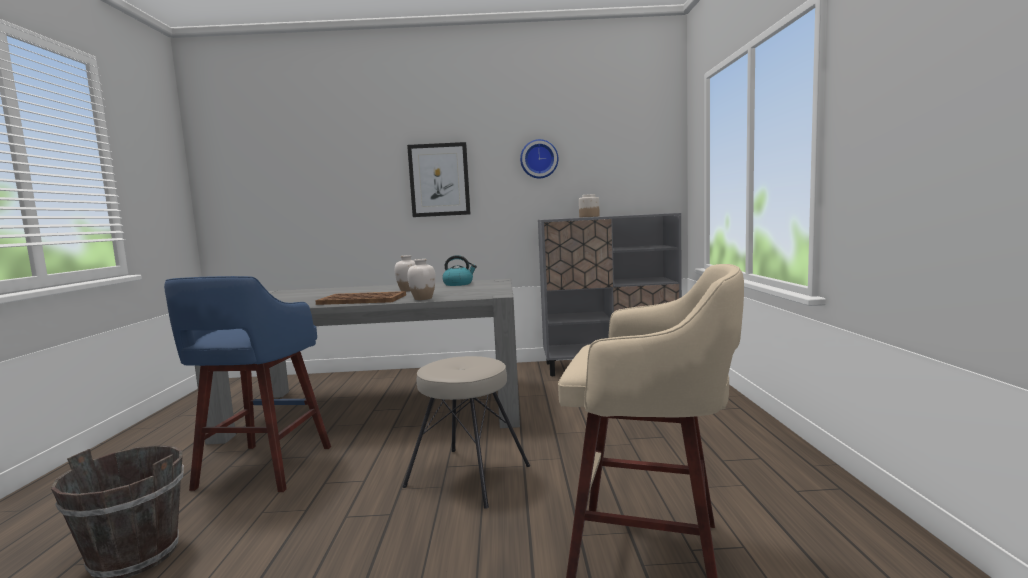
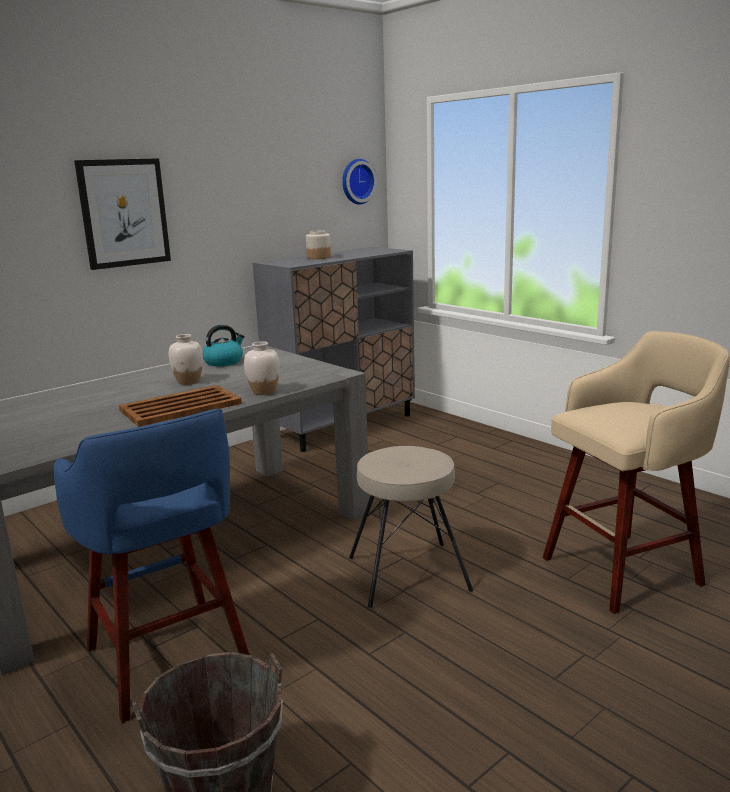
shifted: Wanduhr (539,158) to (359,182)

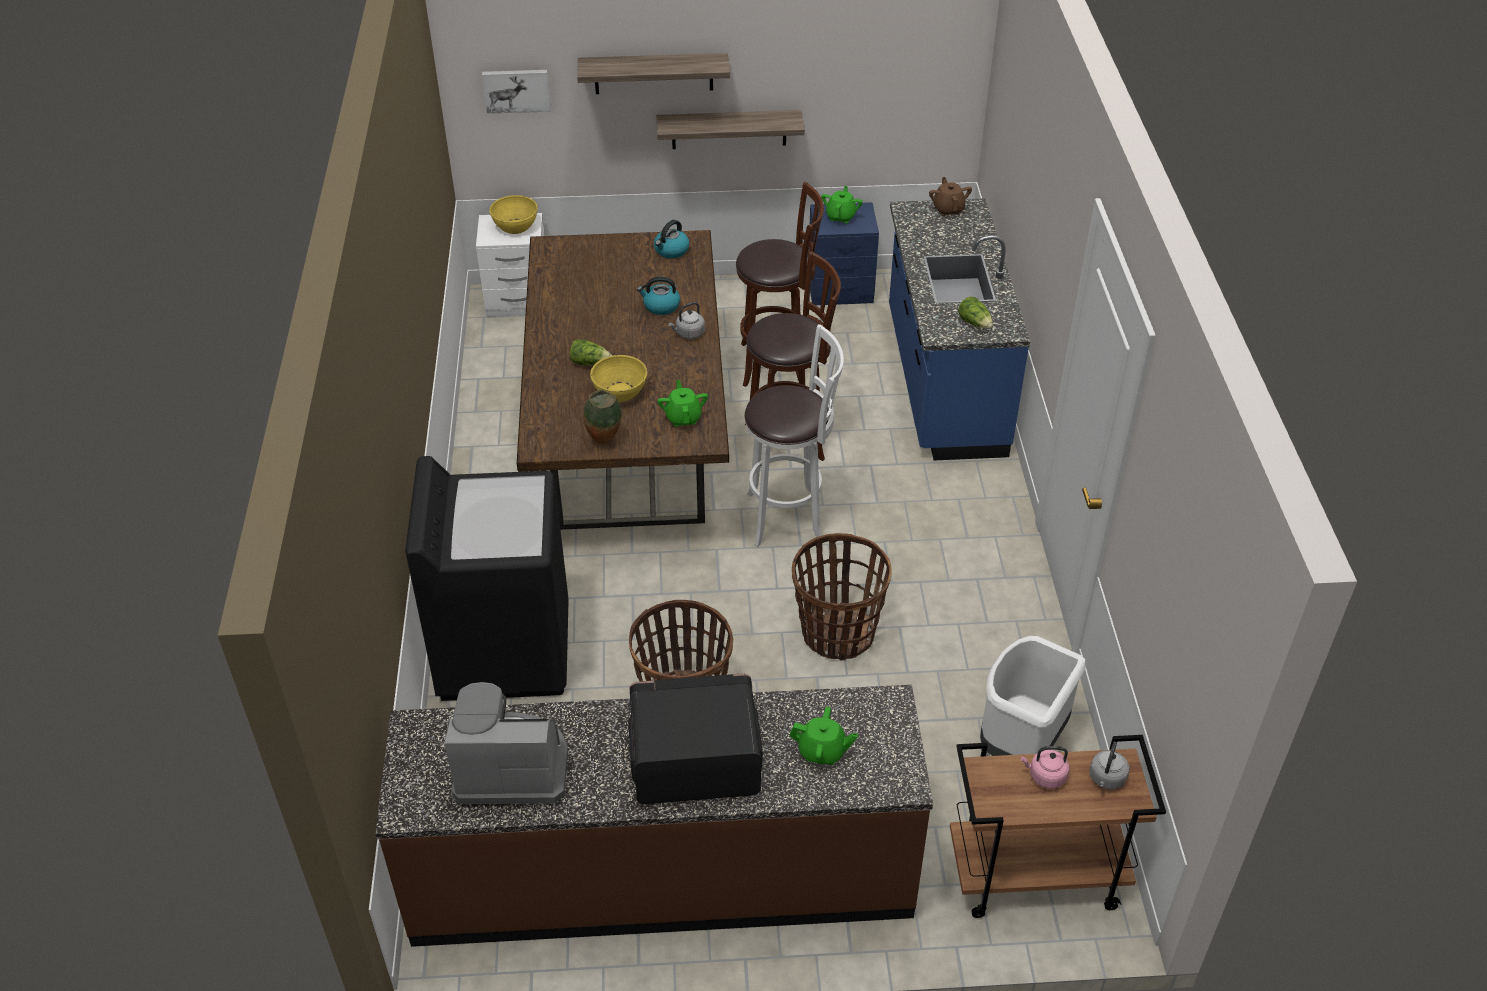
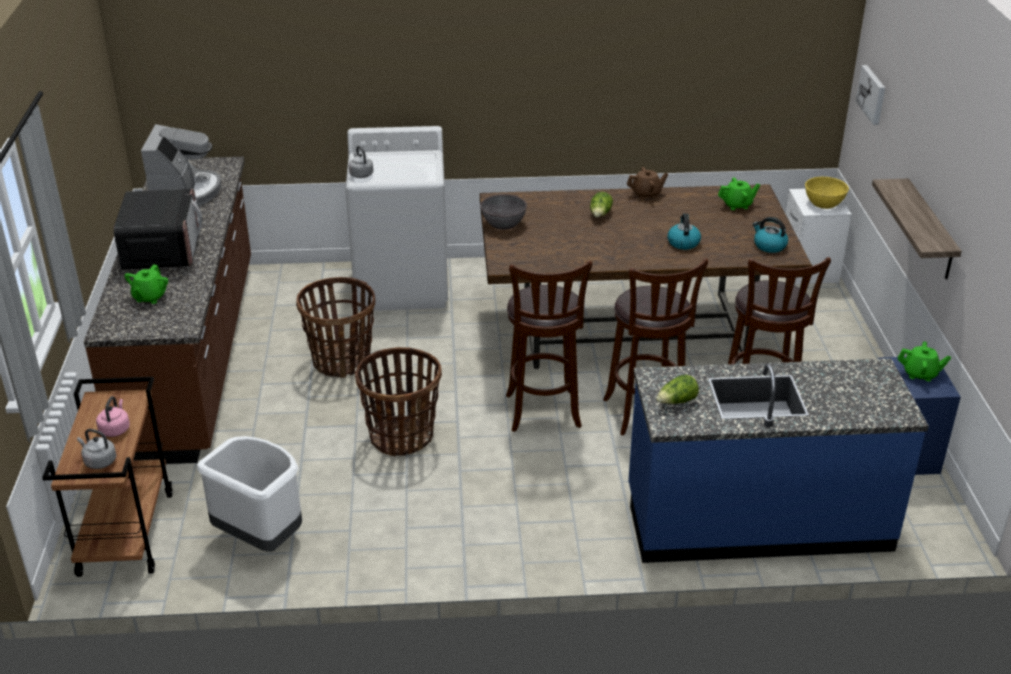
gone: Wandregal (653,73); Schüssel (gelb) (618,378)
shifted: Teekanne (grün) (682,403) to (739,193); Wasserkessel (grau) (686,320) to (361,162); Teekanne (braun) (950,196) to (647,183)
swapped: Vase (602,417) to Schüssel (grau) (503,212)
repainted: Waschmaschine (schwarz) (487,578) to Waschmaschine (weiß) (396,218); Hocker (weiß) (794,435) to Hocker (braun) (549,346)

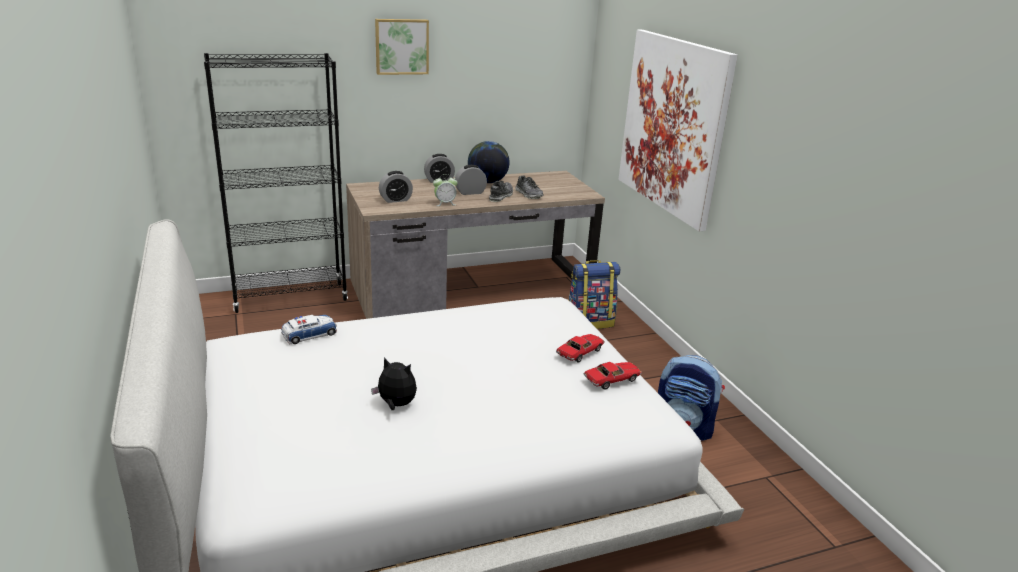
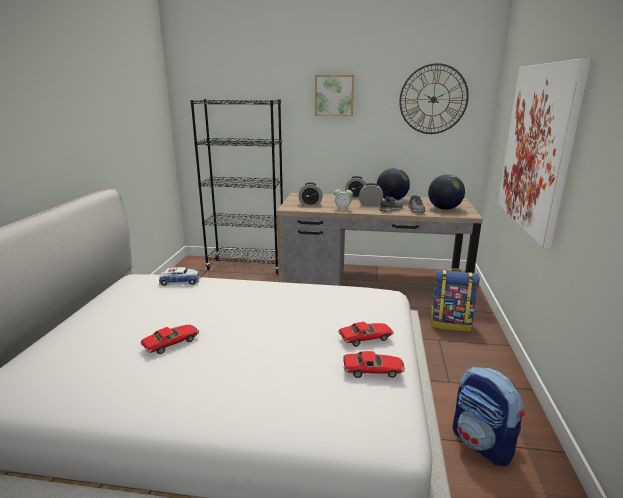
new: Wanduhr (434,98); Globus (446,192)
swapped: Plüschtier (394,383) to Spielzeugauto (169,339)

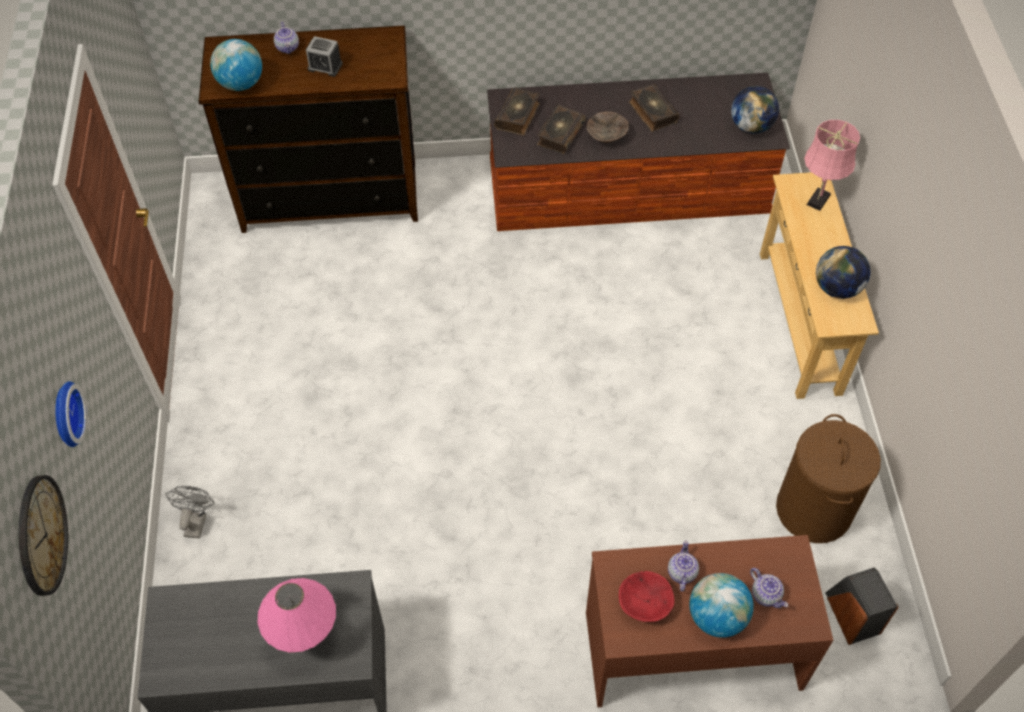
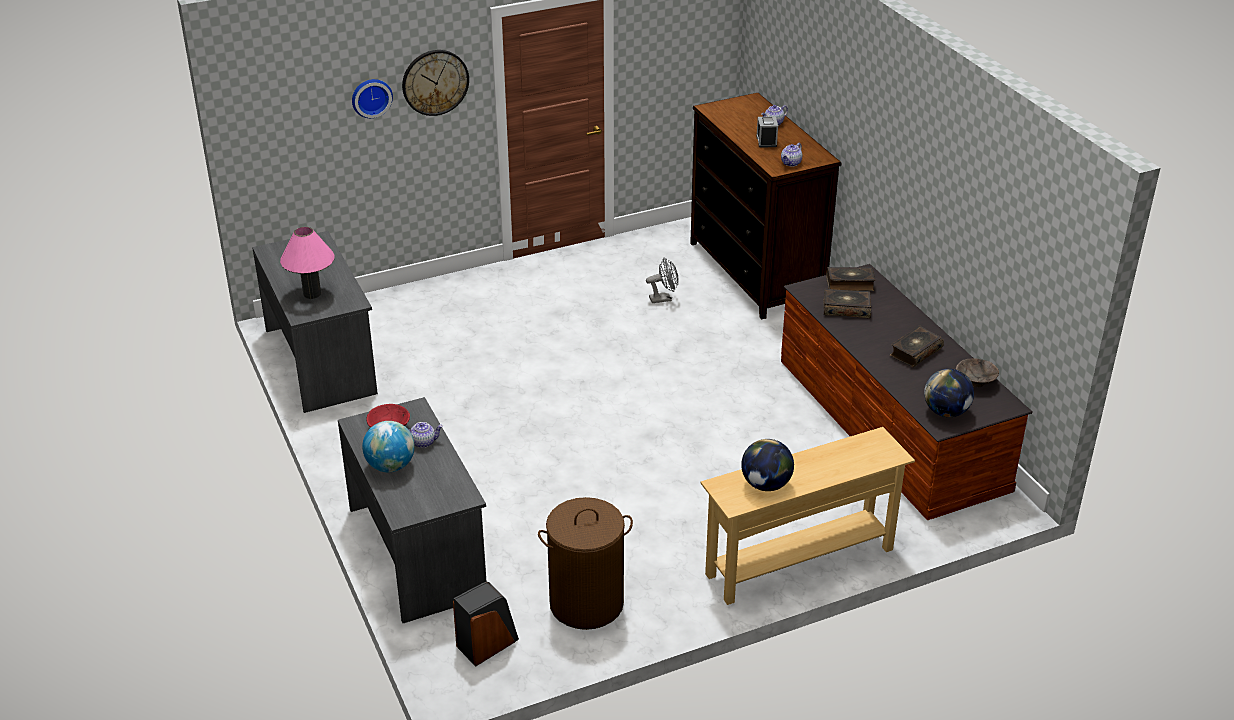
gone: Globus (236,65); Tischlampe (rosa) (832,165)
shifted: Wanduhr (43,535) to (435,83); Ventilator (grau) (190,512) to (662,280); Schüssel (braun) (607,127) to (977,372); Teekanne (769,588) to (791,155)
repainted: Schreibtisch (braun) (709,621) to Schreibtisch (grau) (412,510)

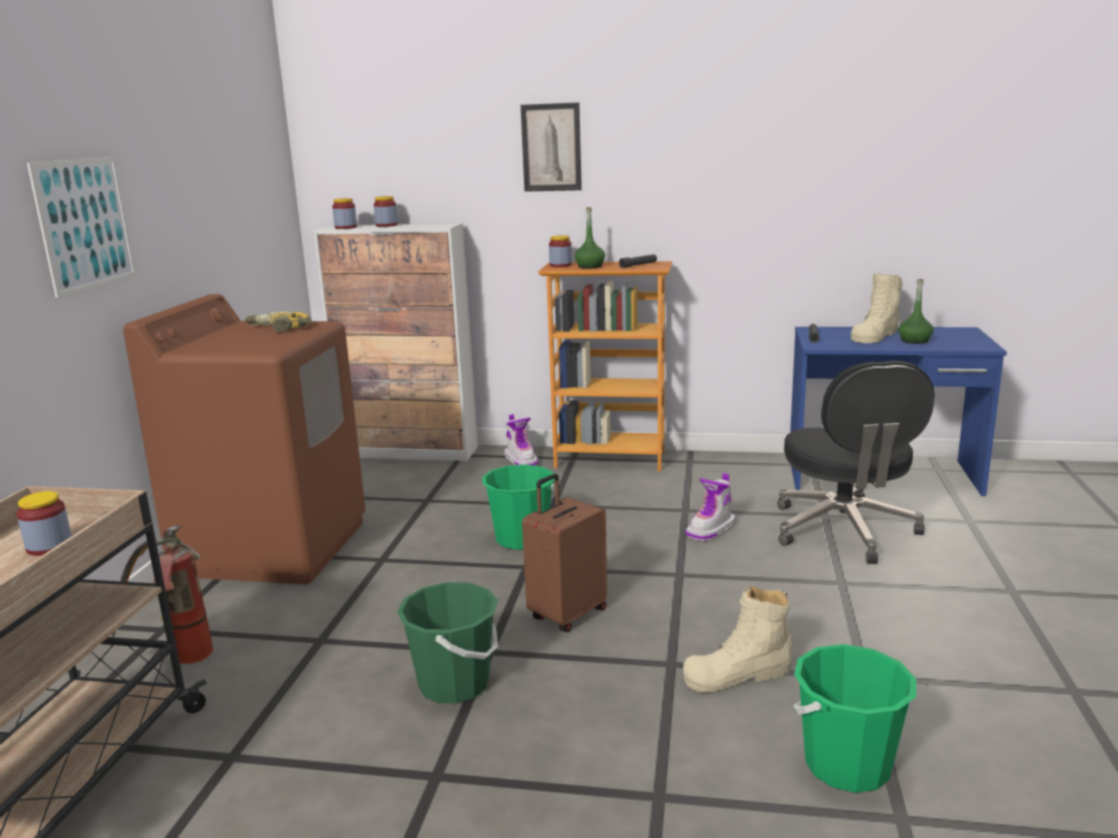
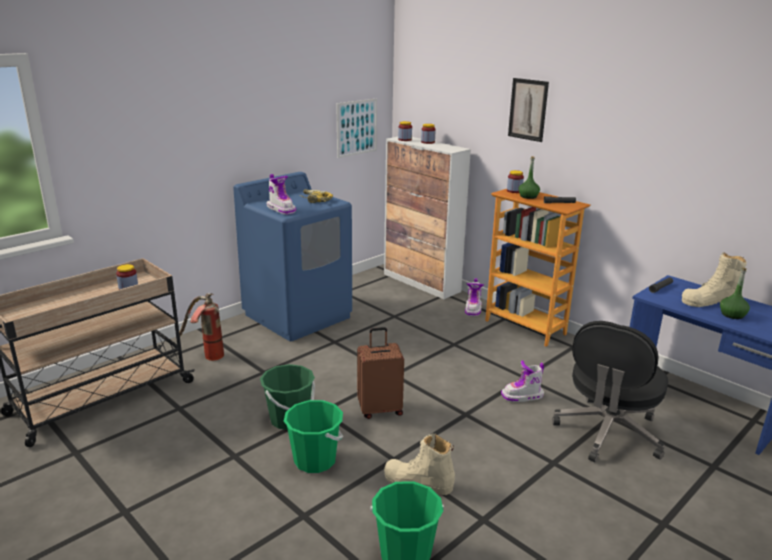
new: Stiefel (281,194)
shifted: Bild (82,227) to (356,128); Eimer (grün) (518,507) to (313,436)
repainted: Waschmaschine (braun) (244,439) to Waschmaschine (blau) (292,256)

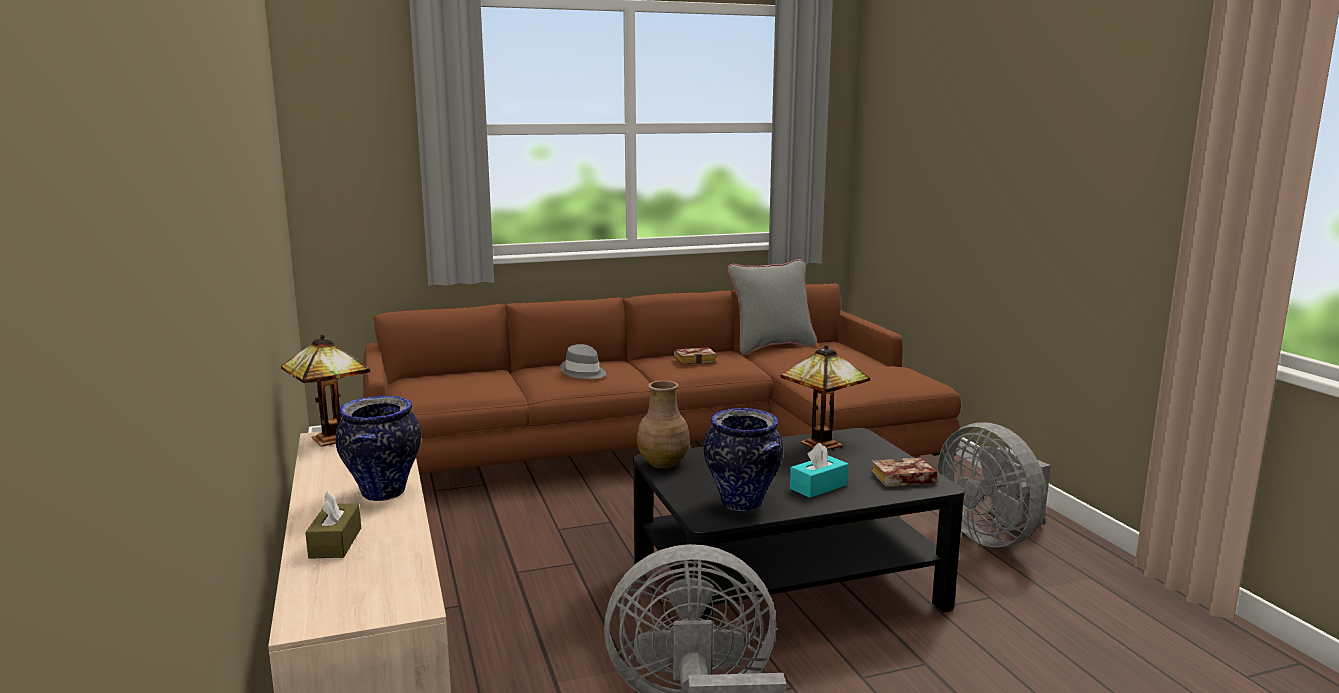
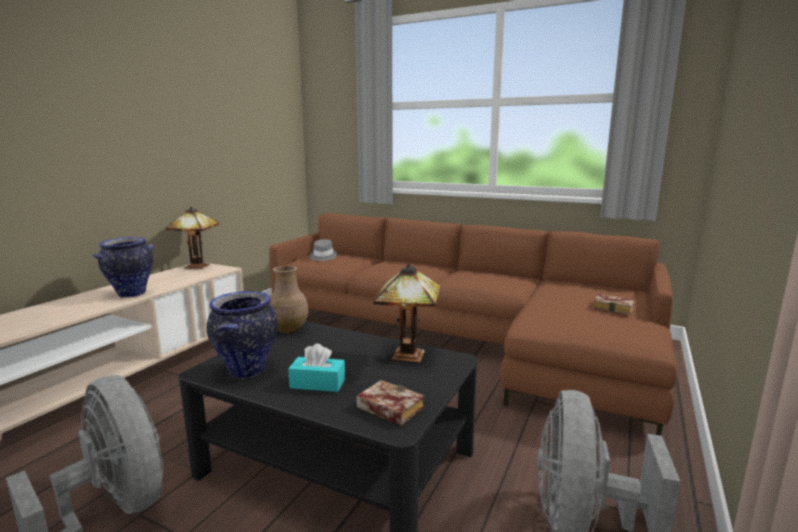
gone: Taschentuchbox (braun) (333,525); Kissen (grau) (772,307)
shifted: Hut (grau) (583,361) to (323,250); Buch (695,356) to (613,304)

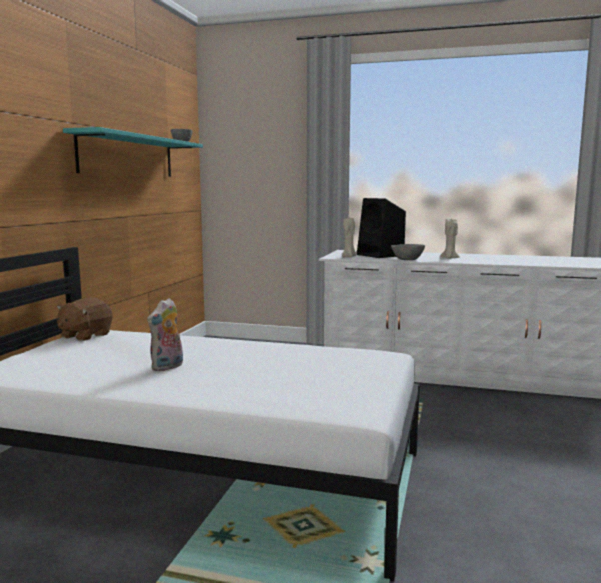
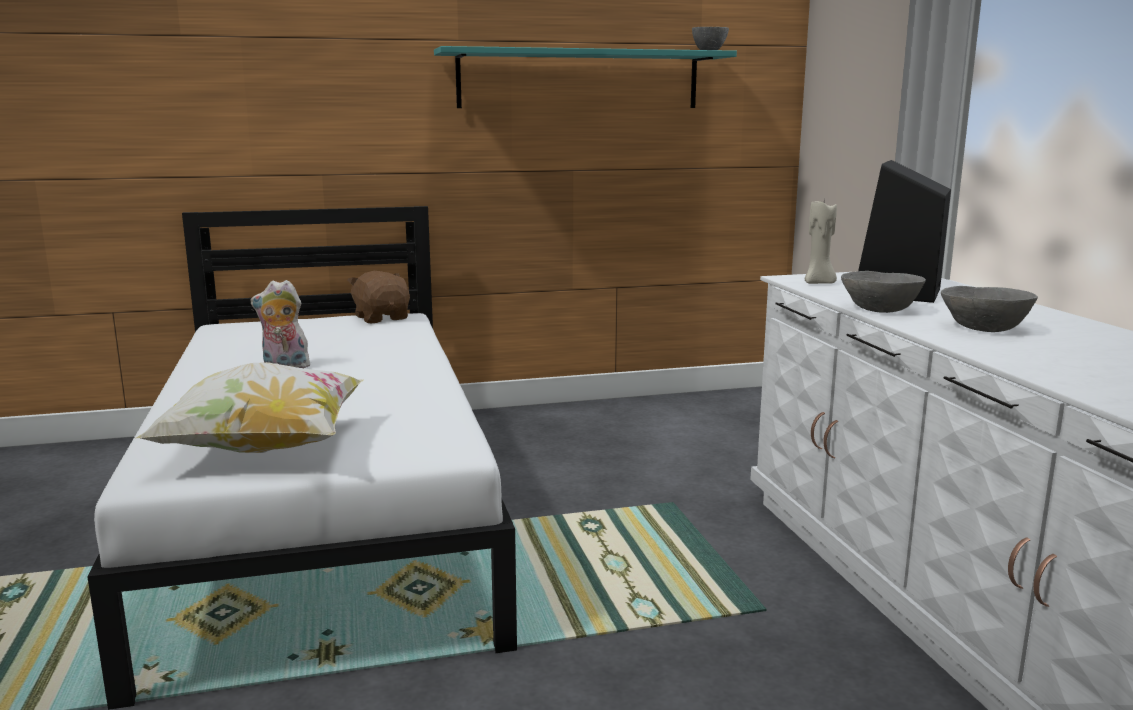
new: Kissen (249,407)
swapped: Kerze (beige) (450,238) to Schüssel (grau) (989,309)
rotated: Plüschtier (braun) (85,319) = (378,297) 60 degrees clockwise

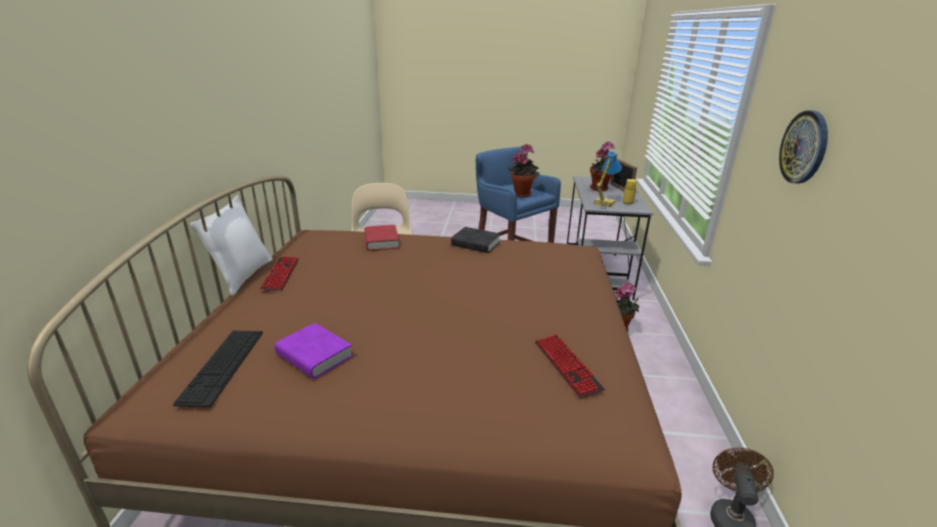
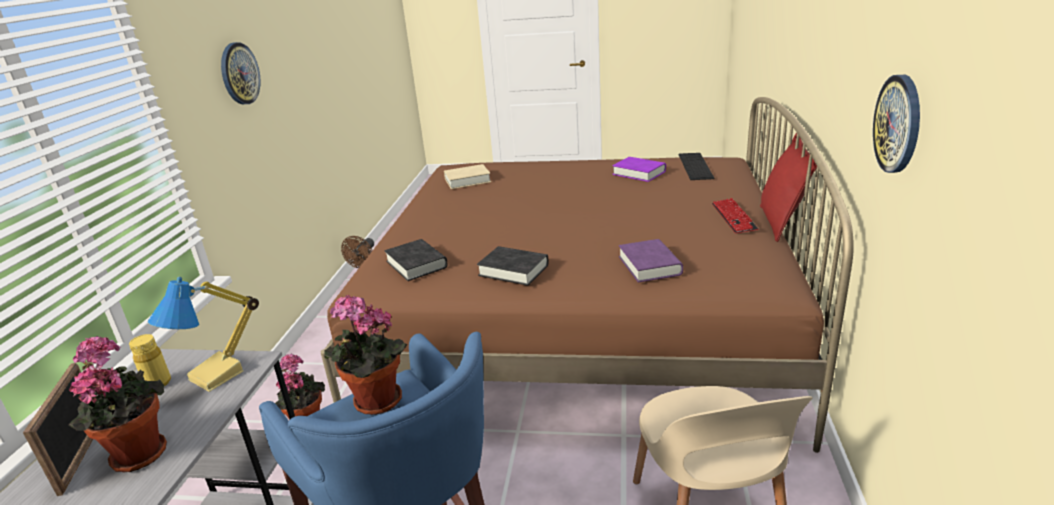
new: Buch (schwarz) (416,260); Wanduhr (896,124)
swapped: Tastatur (570,366) to Buch (beige) (467,176)
repainted: Kissen (weiß) (231,245) to Kissen (rot) (788,187); Buch (rot) (382,238) to Buch (lila) (651,261)

